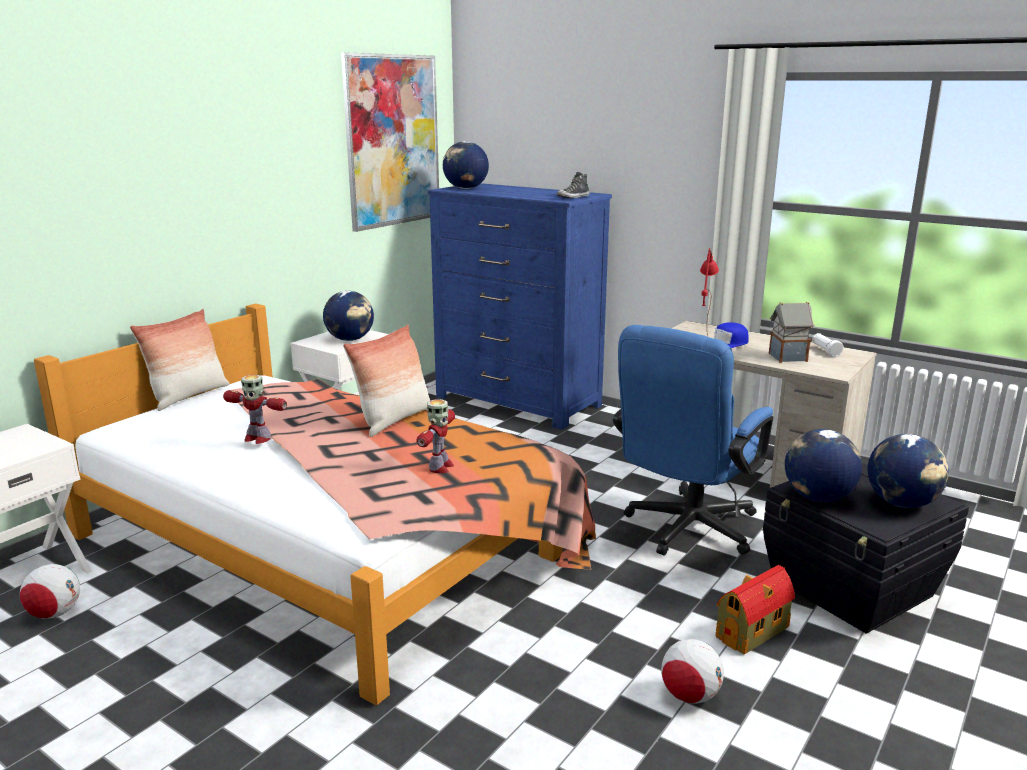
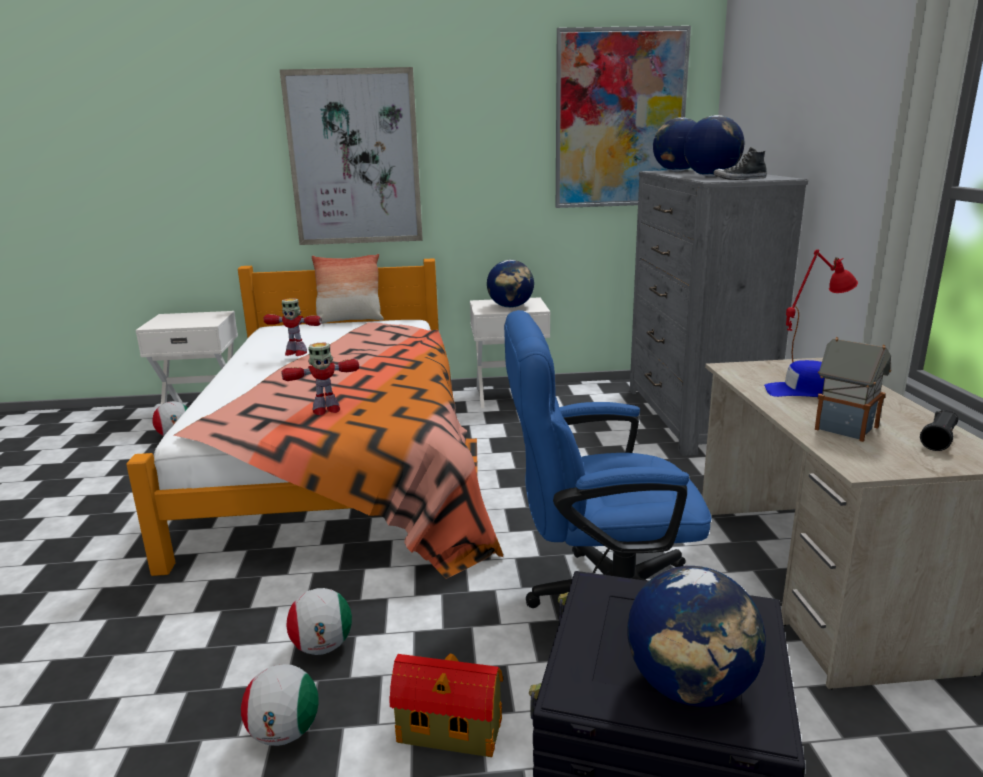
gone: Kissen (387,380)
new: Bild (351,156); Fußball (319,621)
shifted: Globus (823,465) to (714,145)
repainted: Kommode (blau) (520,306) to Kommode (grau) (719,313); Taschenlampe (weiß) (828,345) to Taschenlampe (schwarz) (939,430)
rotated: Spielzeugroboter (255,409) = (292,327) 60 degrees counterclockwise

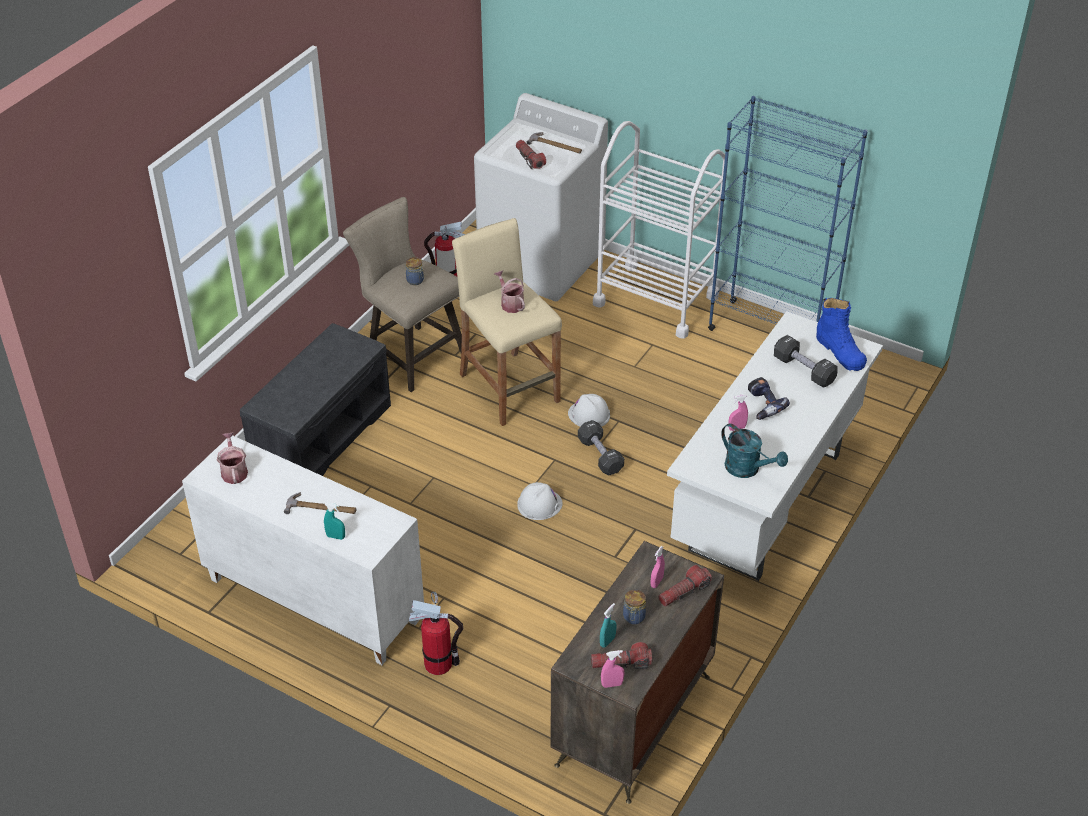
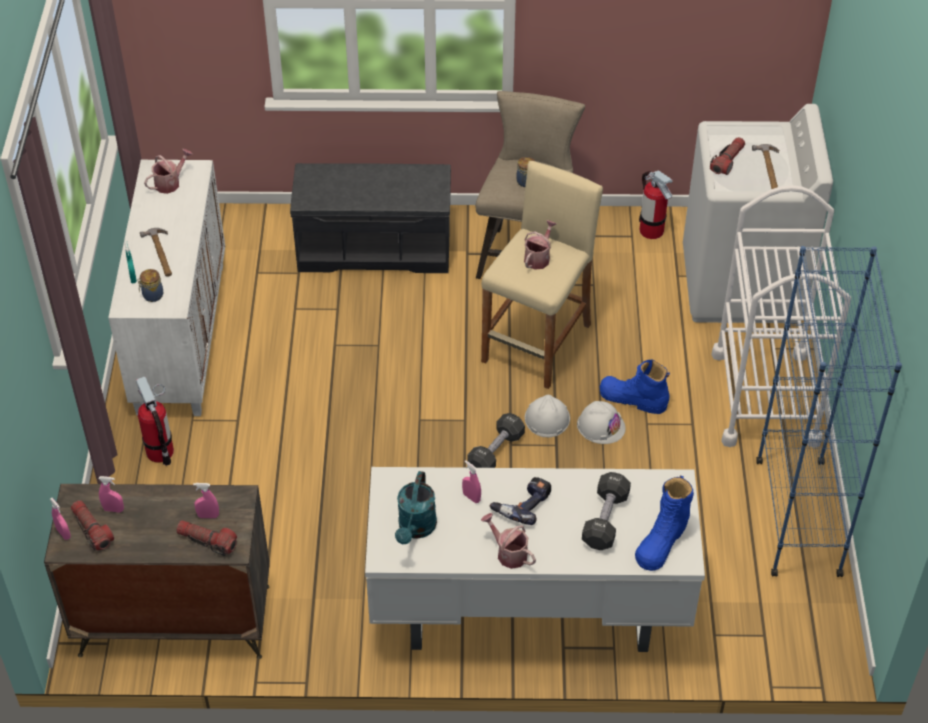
new: Gießkanne (508,541); Stiefel (blau) (635,387)
shifted: Schutzhelm (weiß) (540,501) to (601,422); Vorratsglas (634,607) to (150,285)
repainted: Sprühflasche (türkis) (608,625) to Sprühflasche (rosa) (111,494)

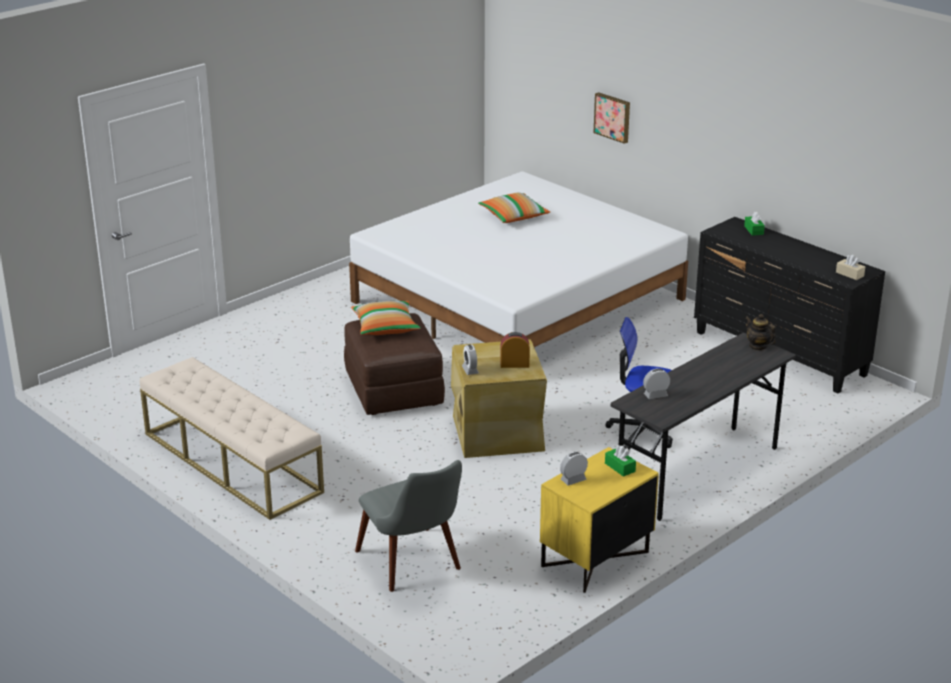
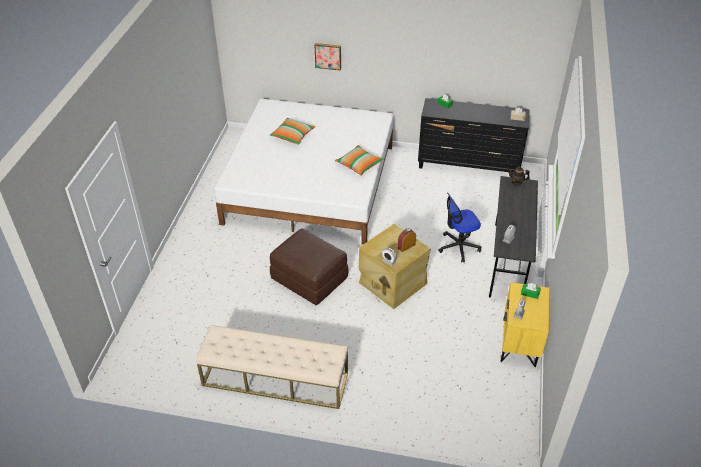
gone: Stuhl (grau) (408,526)
shifted: Kissen (386,318) to (360,160)

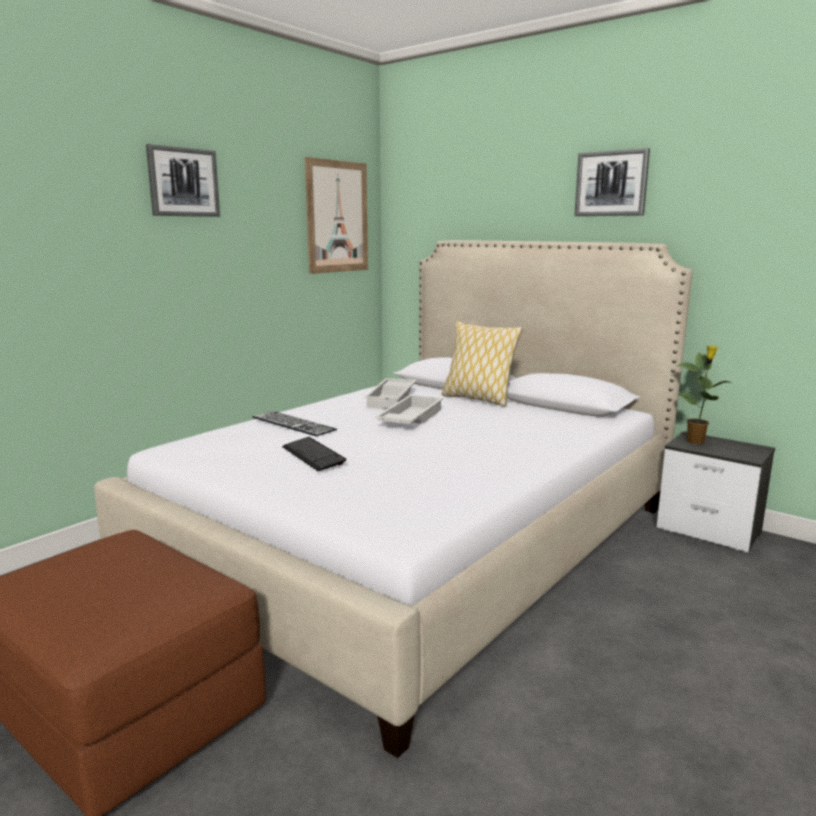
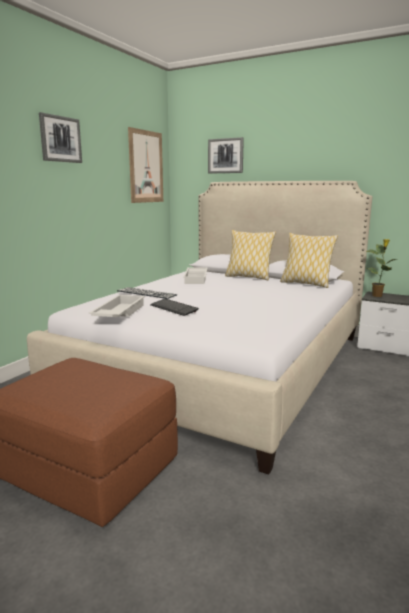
new: Kissen (309,260)
shifted: Tablett (weiß) (409,409) to (117,306); Bild (612,182) to (226,155)

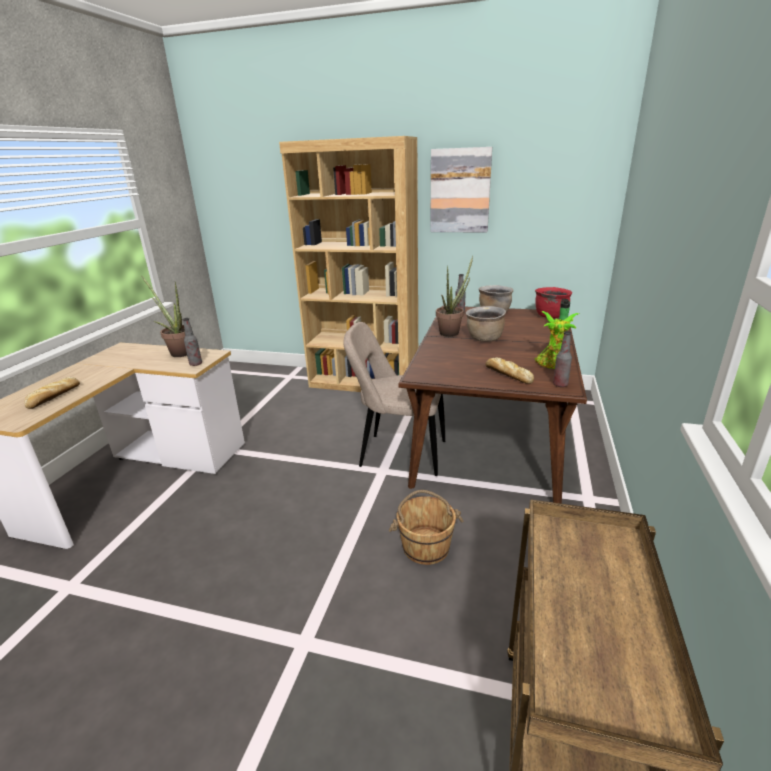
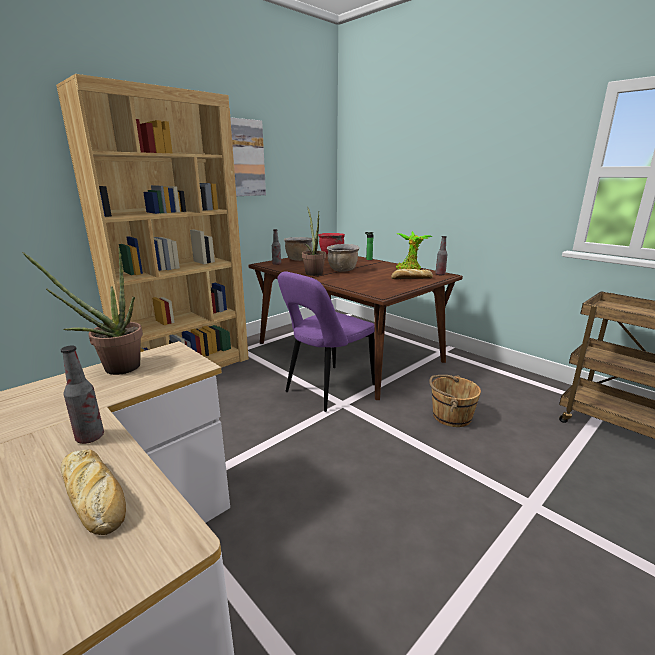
shifted: Flasche (192,342) to (82,395)
repainted: Stuhl (beige) (394,399) to Stuhl (lila) (326,341)

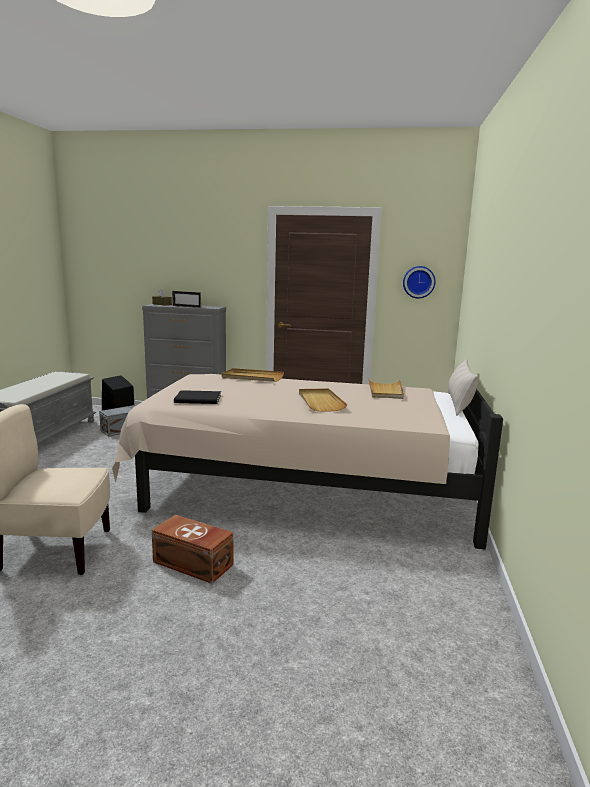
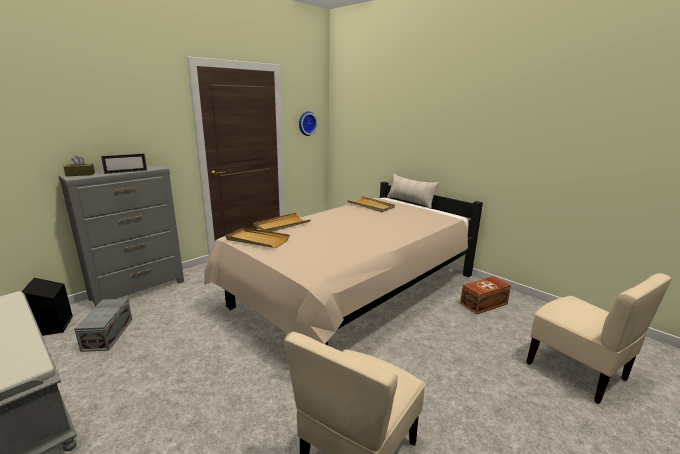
gone: Buch (schwarz) (197,397)
new: Stuhl (beige) (599,338)
shifted: Aufbewahrungsbox (braun) (193,549) to (485,295); Tablett (beige) (323,400) to (258,237)

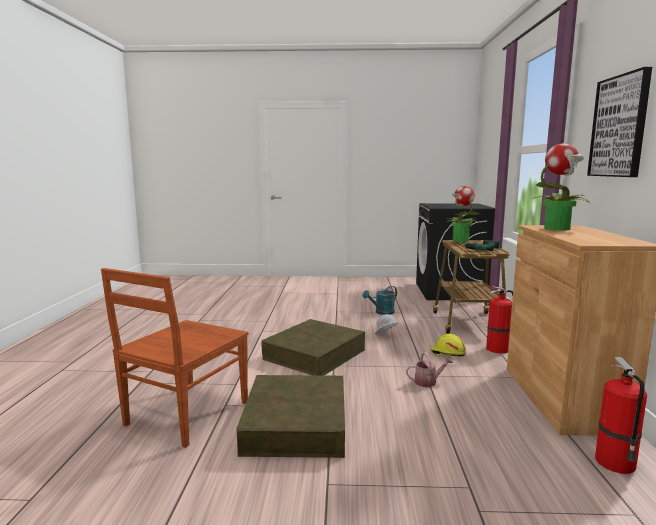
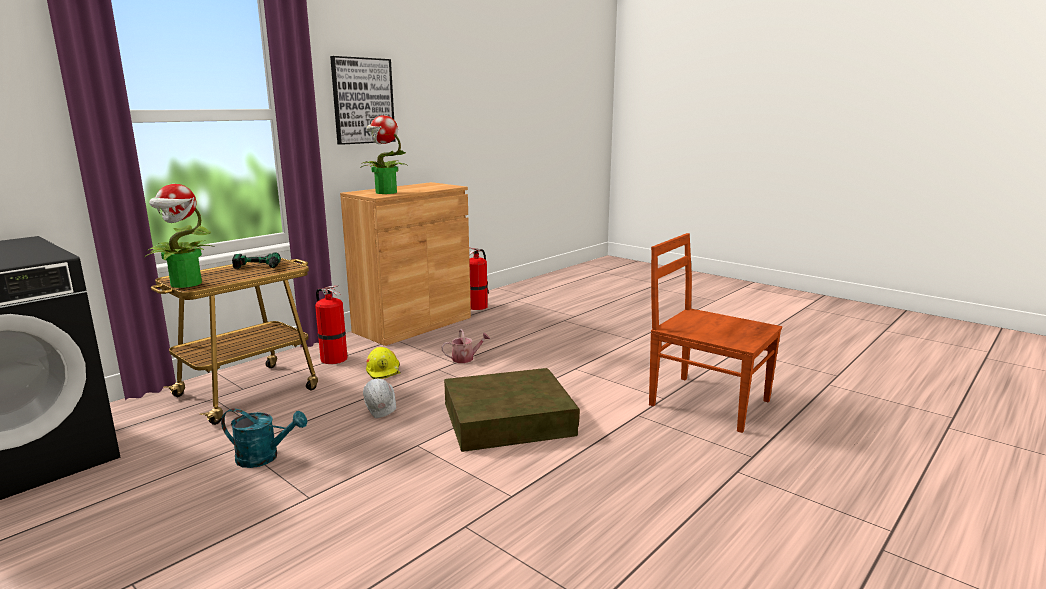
gone: Aufbewahrungsbox (braun) (290,416)
rotated: Stuhl (braun) (174,358) = (715,333) 120 degrees counterclockwise; Gießkanne (429,369) = (465,346) 135 degrees clockwise

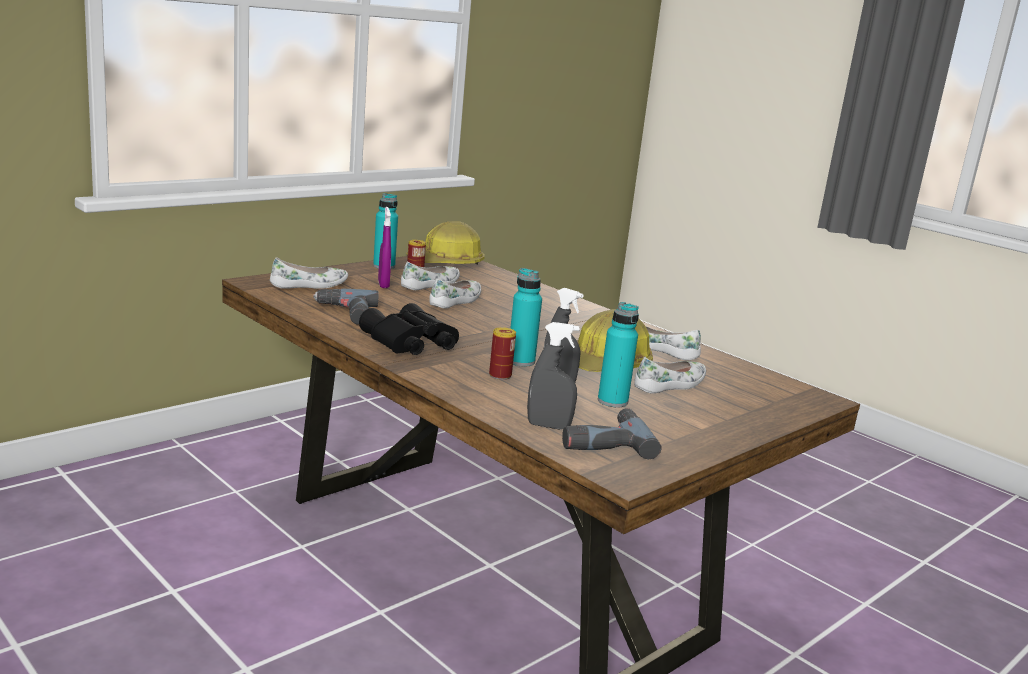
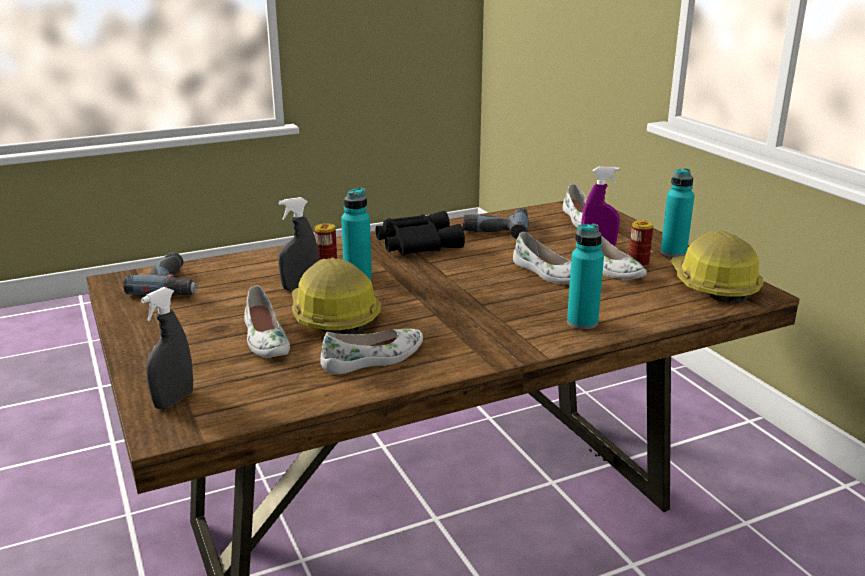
shifted: Sprühflasche (grau) (553,376) to (167,348); Flasche (türkis) (618,354) to (585,276)

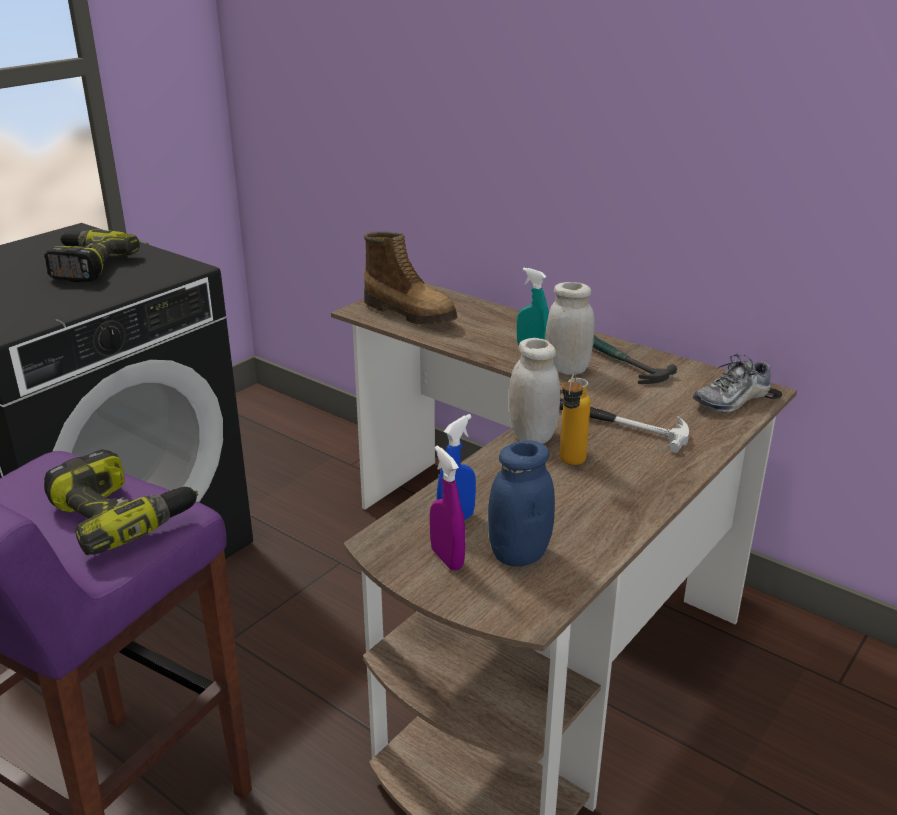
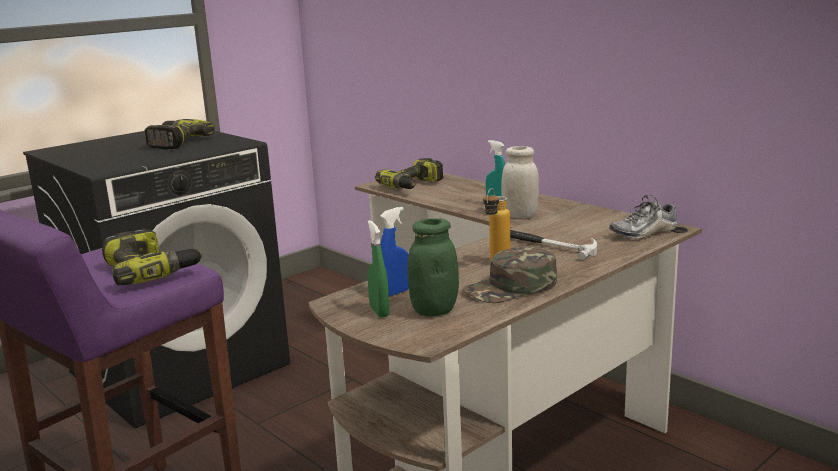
gone: Vorratsglas (weiß) (534,391); Hammer (635,359)
new: Kappe (grün) (510,274)
swapped: Stiefel (411,278) to Bohrmaschine (409,173)
repainted: Sprühflasche (lila) (447,508) to Sprühflasche (grün) (378,268); Vorratsglas (blau) (521,503) to Vorratsglas (grün) (433,267)

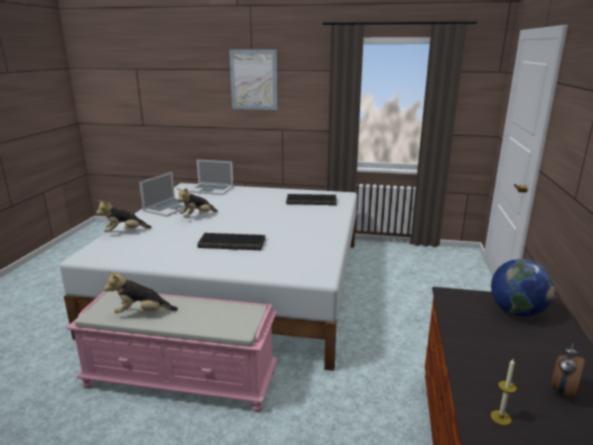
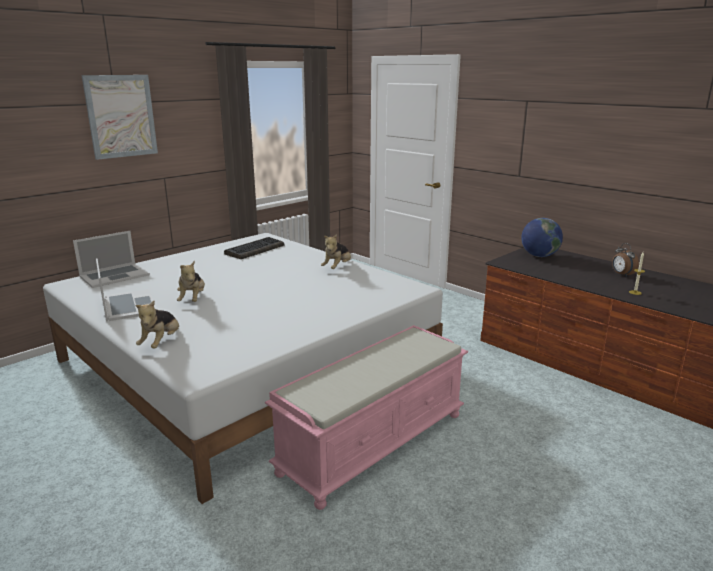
gone: Tastatur (231,241)
shifted: Plüschtier (141,292) to (336,251)

